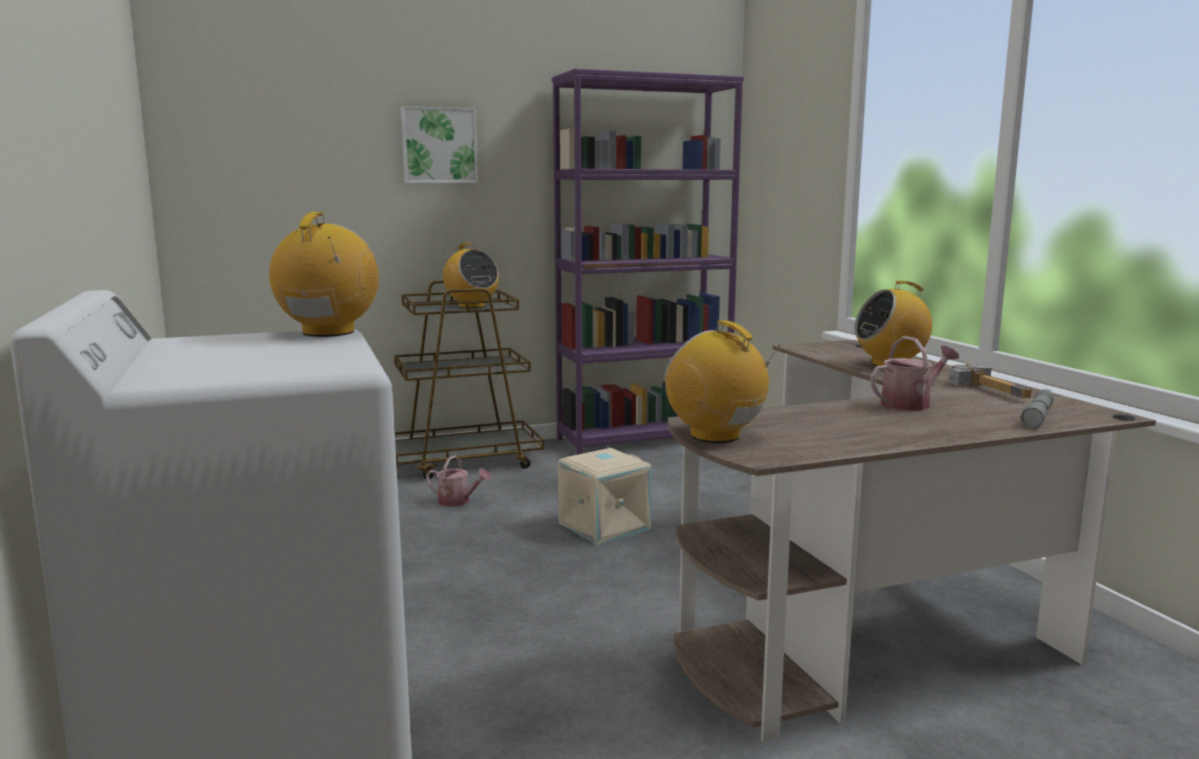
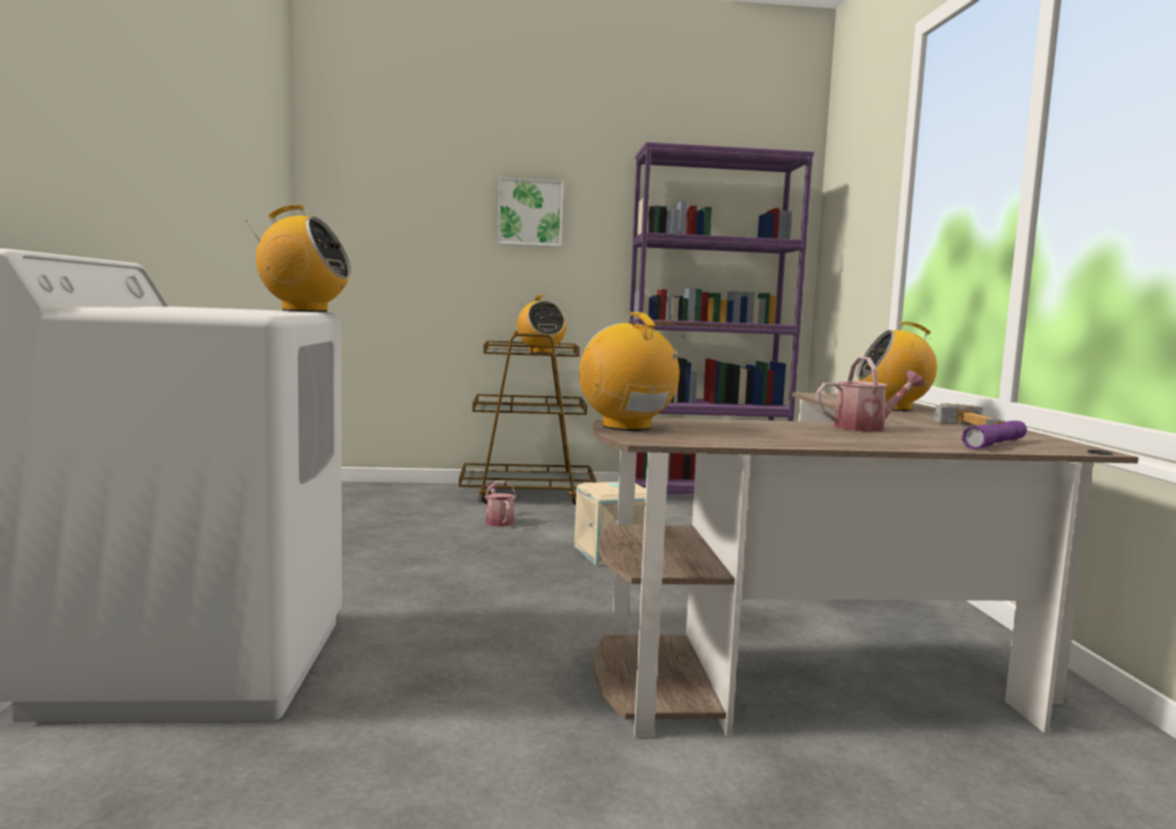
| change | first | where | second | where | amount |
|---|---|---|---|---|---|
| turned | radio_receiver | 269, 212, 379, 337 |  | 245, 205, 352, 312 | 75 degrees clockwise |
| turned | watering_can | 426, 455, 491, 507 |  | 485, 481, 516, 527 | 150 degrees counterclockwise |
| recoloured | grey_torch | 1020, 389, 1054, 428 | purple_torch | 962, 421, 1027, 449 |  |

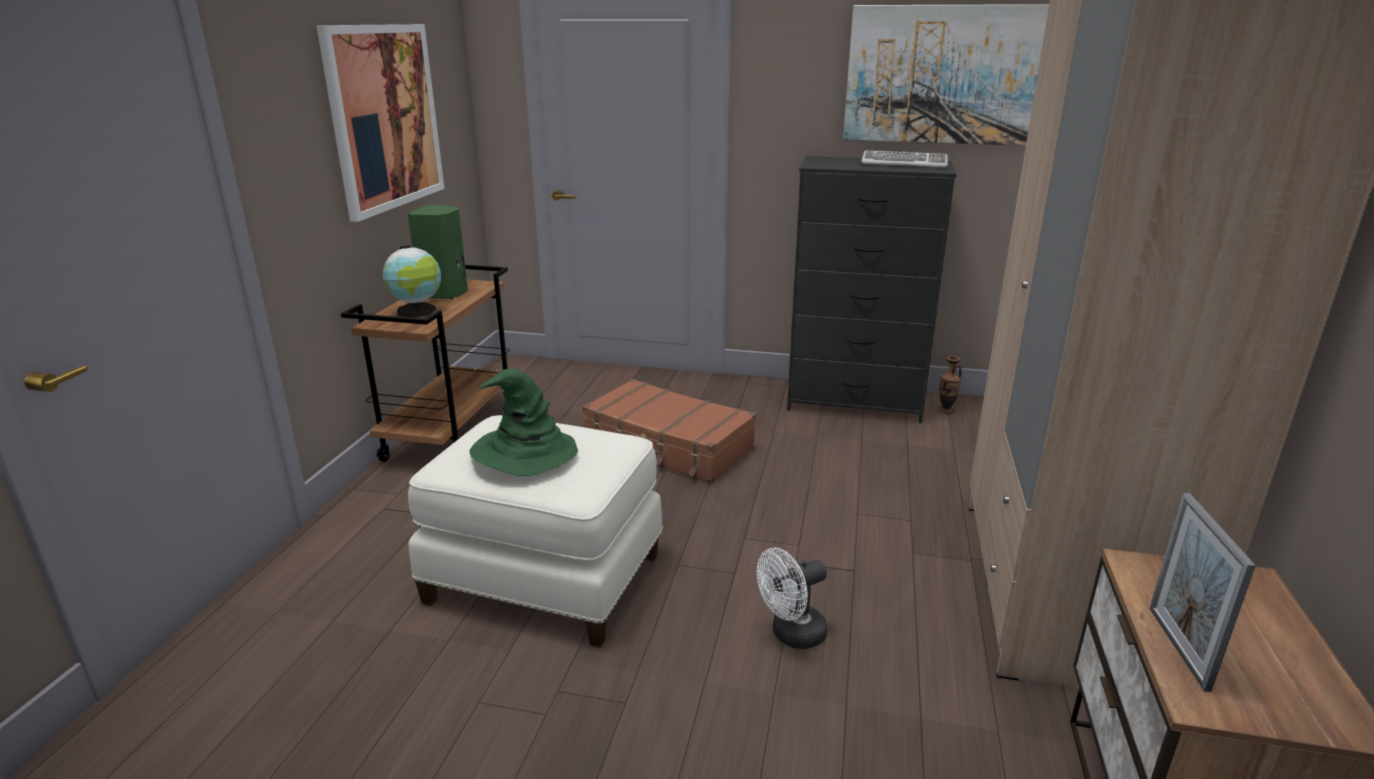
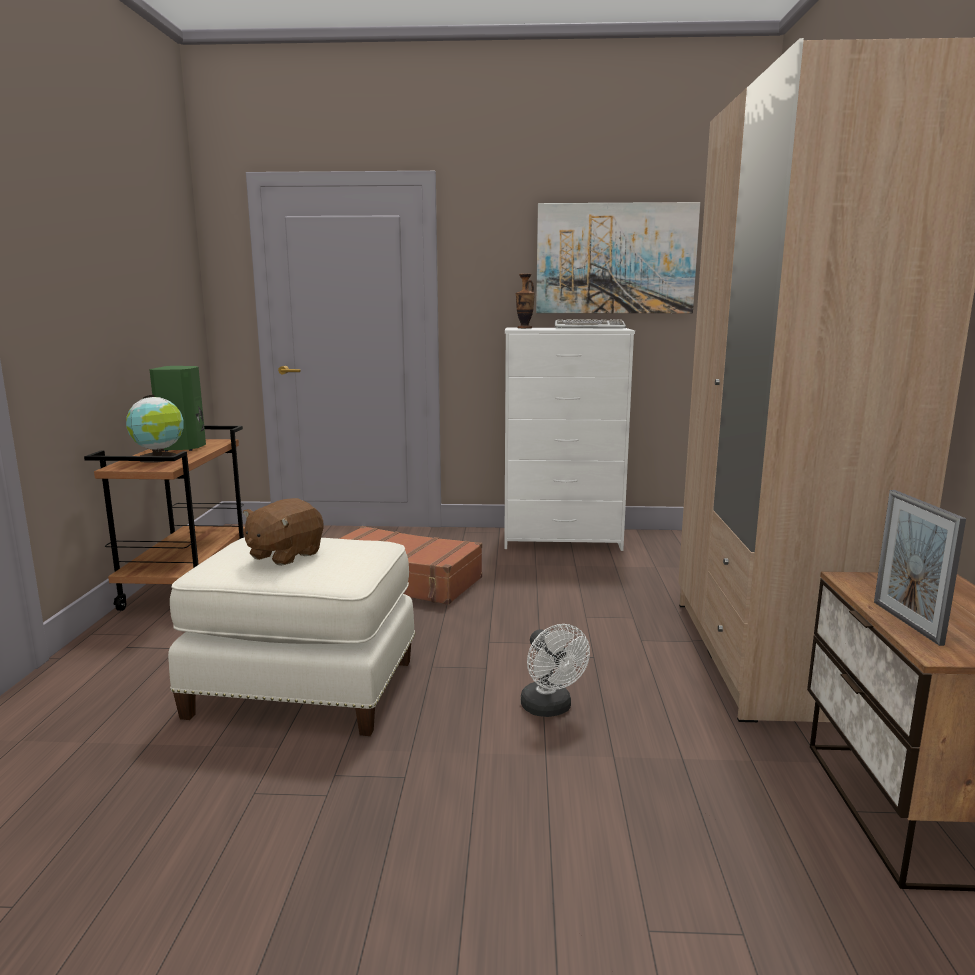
| change | first | where | second | where | amount |
|---|---|---|---|---|---|
| replaced | green_wearable_hat | 469, 369, 578, 476 | brownish_plush_toy | 243, 498, 323, 566 |  |
| recoloured | black-coloured_dresser | 787, 156, 956, 423 | white-coloured_dresser | 504, 328, 635, 551 |  |
| moved | vase | 938, 356, 962, 414 |  | 516, 274, 535, 328 |  |
| turned | white-coloured_electric_fan | 757, 548, 828, 649 |  | 521, 624, 590, 717 | 75 degrees counterclockwise |
| removed | wall_picture | 316, 24, 444, 222 |  |  |  |

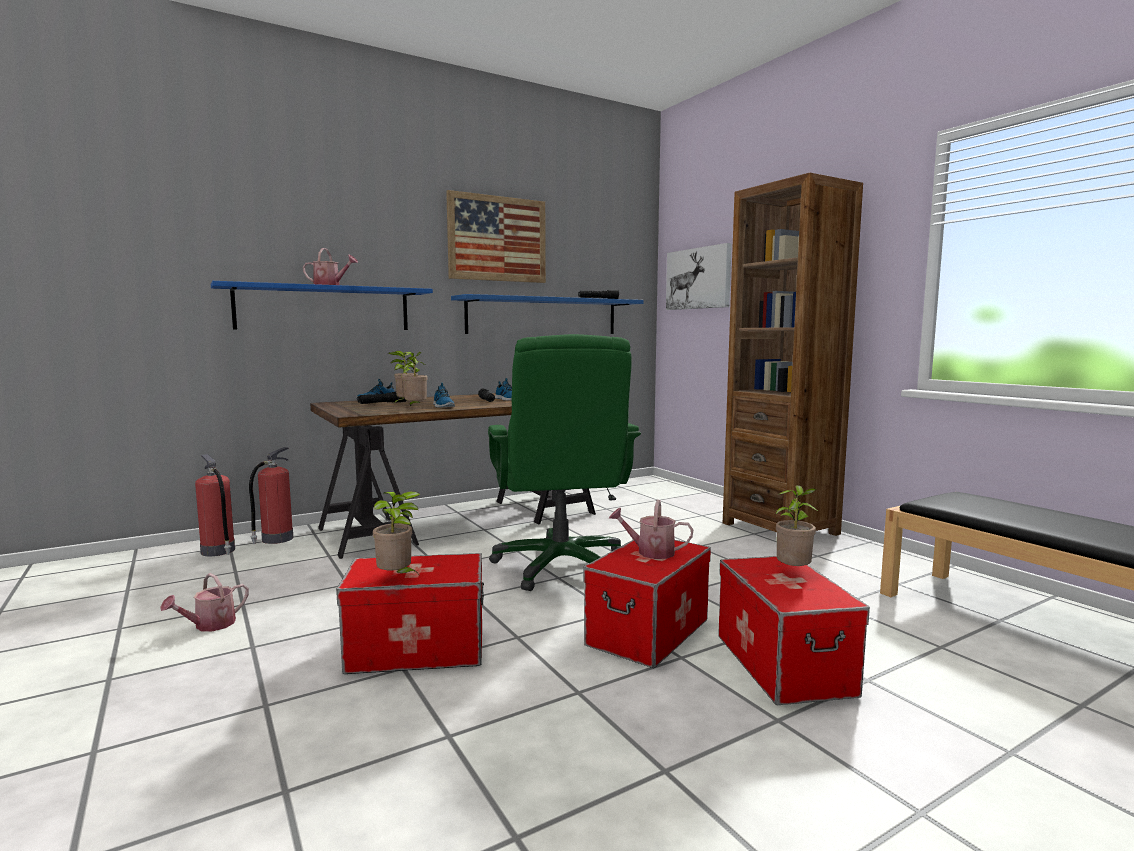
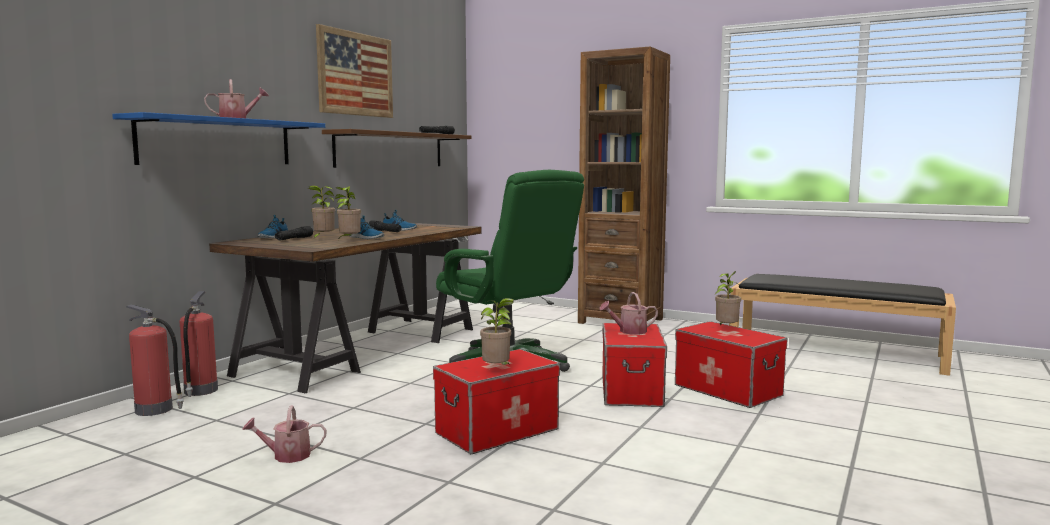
| change | first | where | second | where | amount |
|---|---|---|---|---|---|
| turned | watering_can | 160, 573, 249, 631 |  | 242, 406, 327, 463 | 75 degrees clockwise |
| recoloured | blue_wall_shelf | 451, 294, 643, 334 | brownish_wall_shelf | 322, 129, 471, 168 |  |
| removed | wall_picture | 666, 243, 732, 310 |  |  |  |

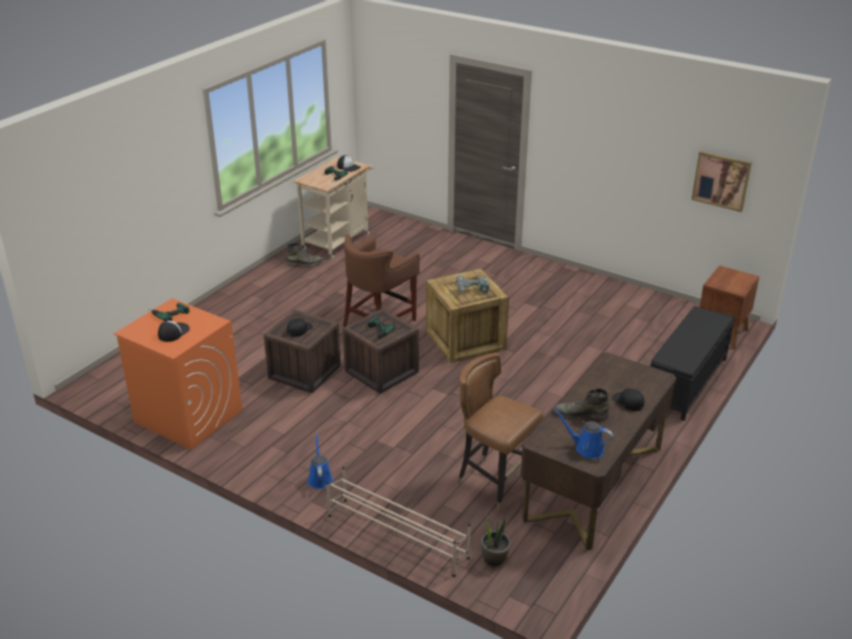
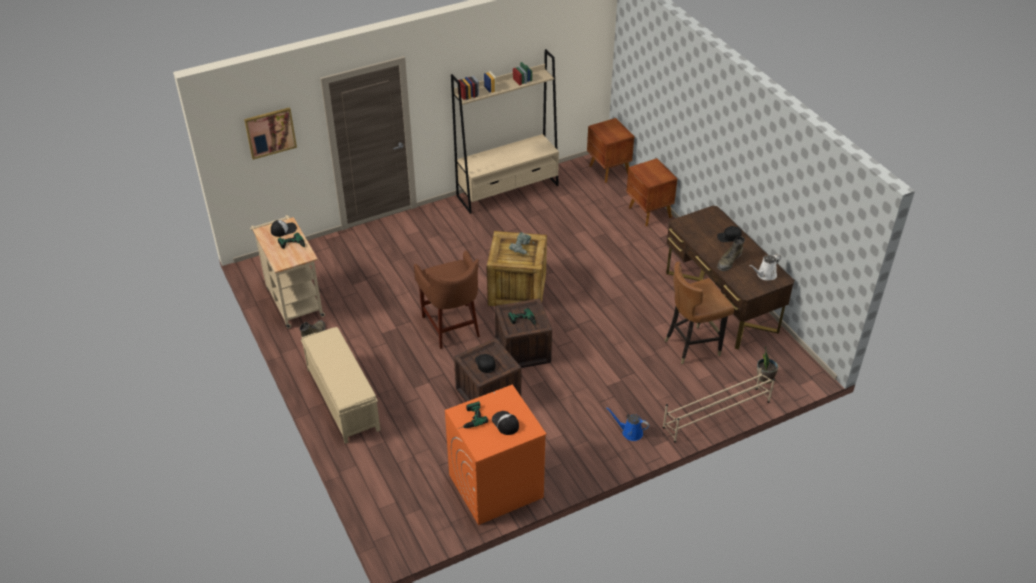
| change | first | where | second | where | amount |
|---|---|---|---|---|---|
| moved | wall_picture | 691, 151, 752, 212 |  | 244, 107, 297, 160 |  |
| added |  |  | beige_long_seat | 301, 327, 380, 444 |  |
| added |  |  | beige_bookcase | 451, 49, 559, 214 |  |
| replaced | black-coloured_long_seat | 649, 306, 735, 421 | brownish_nightstand | 627, 158, 678, 226 |  |
| recoloured | blue_watering_can | 555, 410, 613, 459 | white-coloured_watering_can | 749, 254, 781, 280 |  |

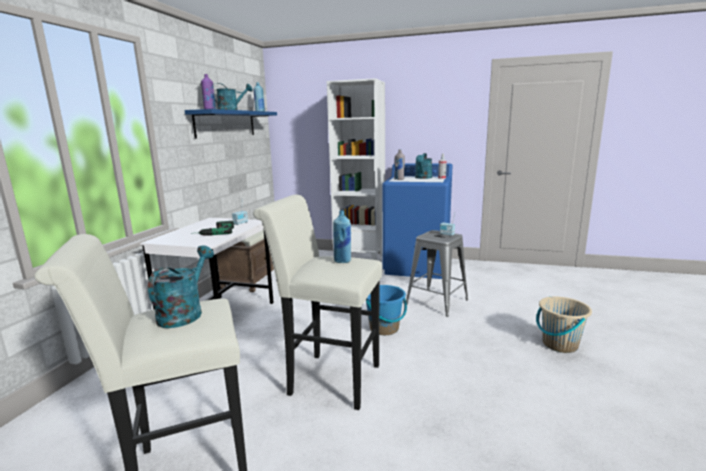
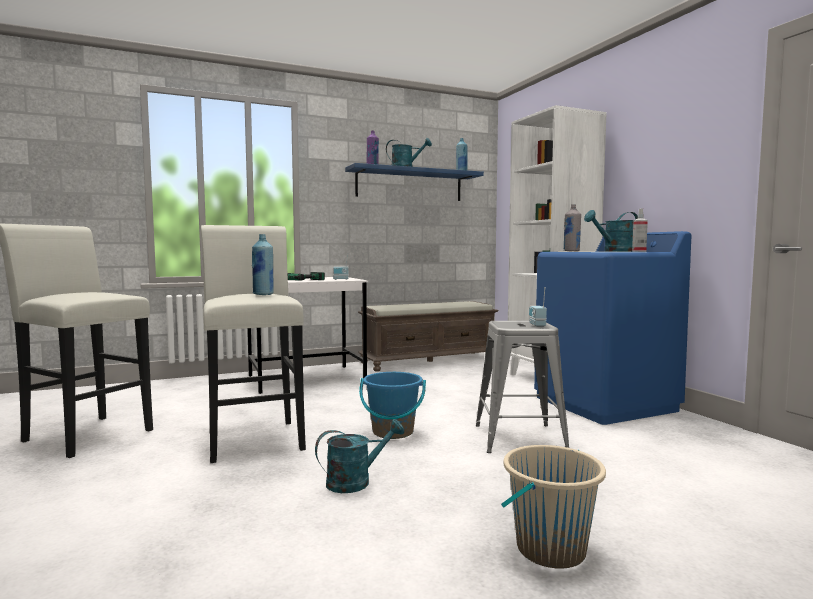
| change | first | where | second | where | amount |
|---|---|---|---|---|---|
| moved | turquoise_watering_can | 148, 245, 214, 328 |  | 315, 419, 405, 493 |  |

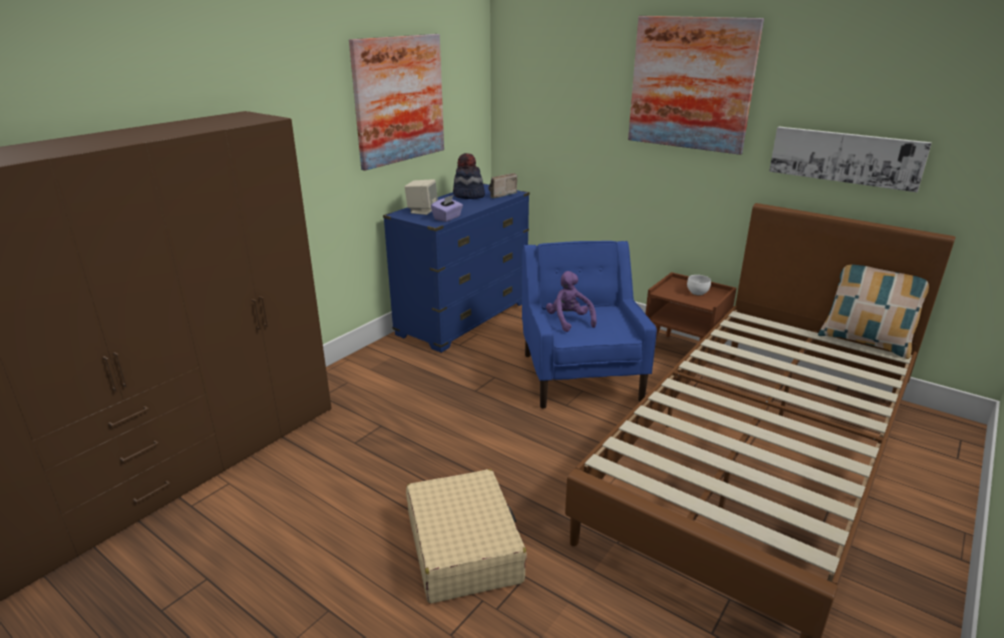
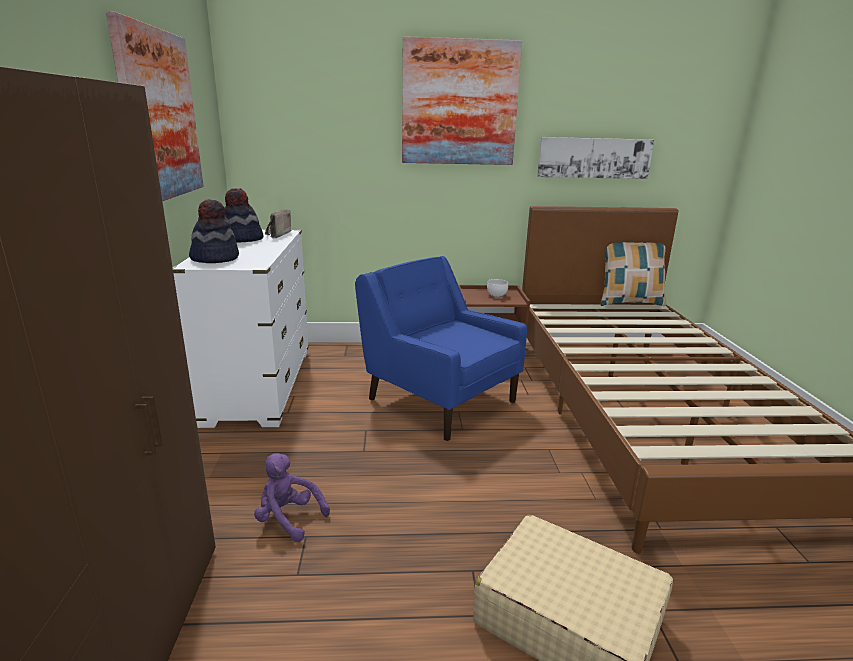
| change | first | where | second | where | amount |
|---|---|---|---|---|---|
| recoloured | blue_dresser | 383, 183, 530, 353 | white-coloured_dresser | 173, 230, 309, 428 |  |
| replaced | beige_loudspeaker | 405, 180, 438, 215 | wearable_hat | 189, 199, 239, 263 |  |
| moved | purple_plush_toy | 546, 271, 597, 332 |  | 254, 453, 330, 542 |  |
| removed | purple_tissue_holder | 431, 195, 463, 222 |  |  |  |

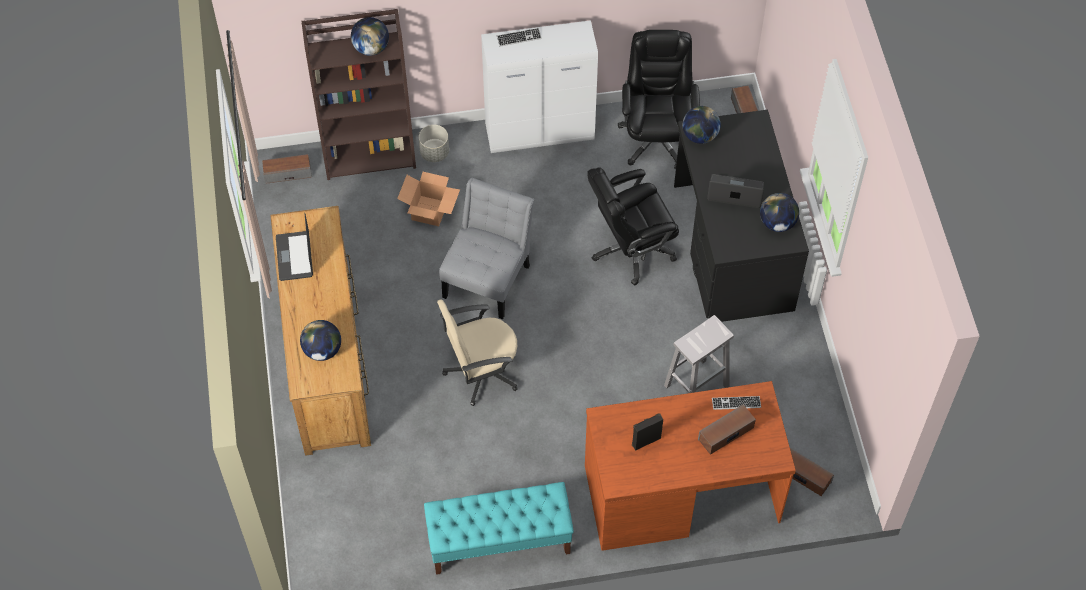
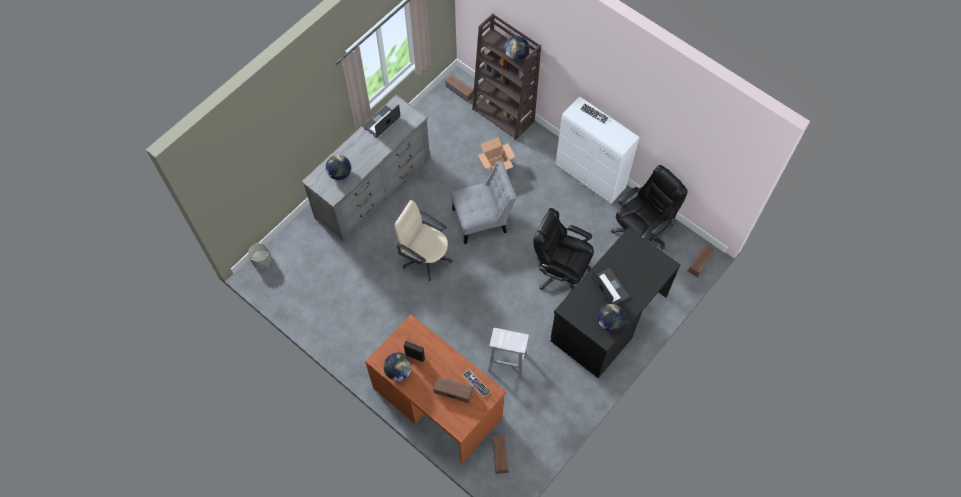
| change | first | where | second | where | amount |
|---|---|---|---|---|---|
| moved | grey_flower_pot | 419, 125, 449, 162 |  | 248, 243, 272, 268 |  |
| recoloured | brownish_dresser | 270, 206, 371, 456 | grey_dresser | 302, 95, 430, 242 |  |
| moved | desk_globe | 683, 106, 721, 144 |  | 384, 353, 412, 381 |  |
| removed | turquoise_long_seat | 424, 482, 574, 575 |  |  |  |

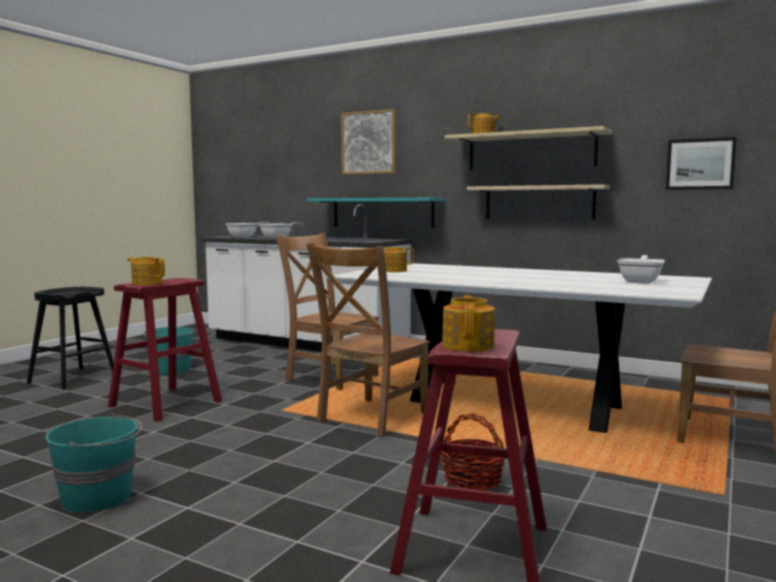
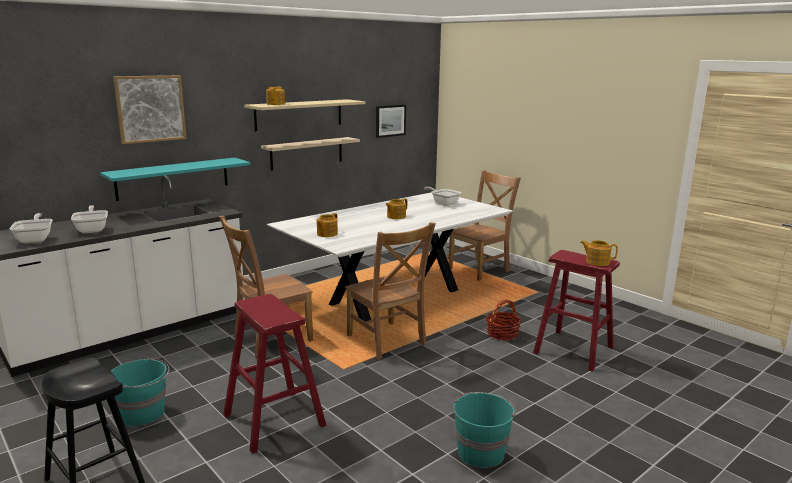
| change | first | where | second | where | amount |
|---|---|---|---|---|---|
| moved | teapot | 128, 257, 165, 285 |  | 385, 198, 407, 219 |  |

